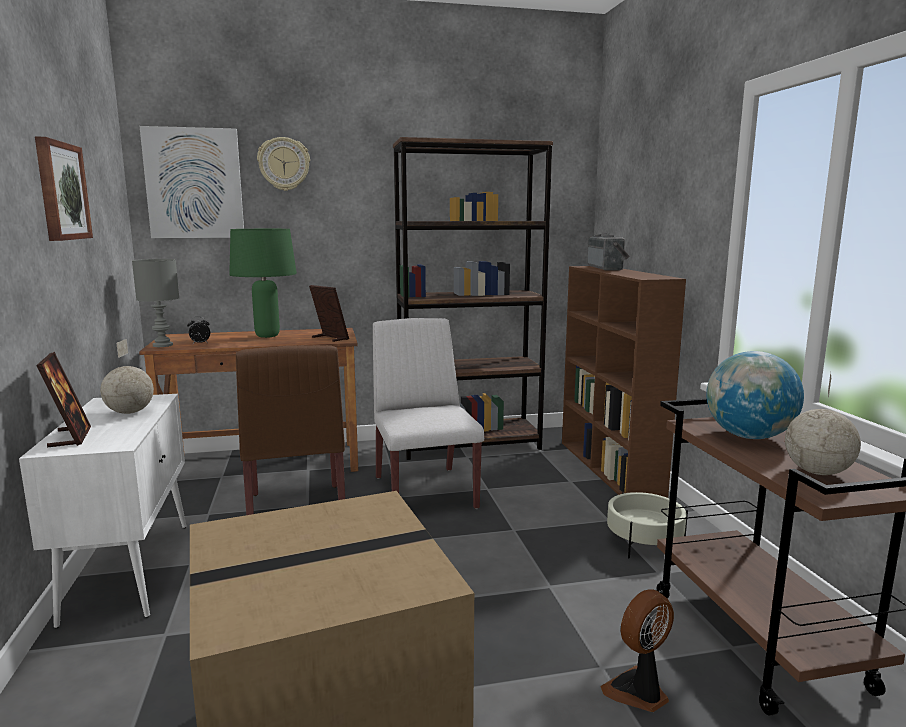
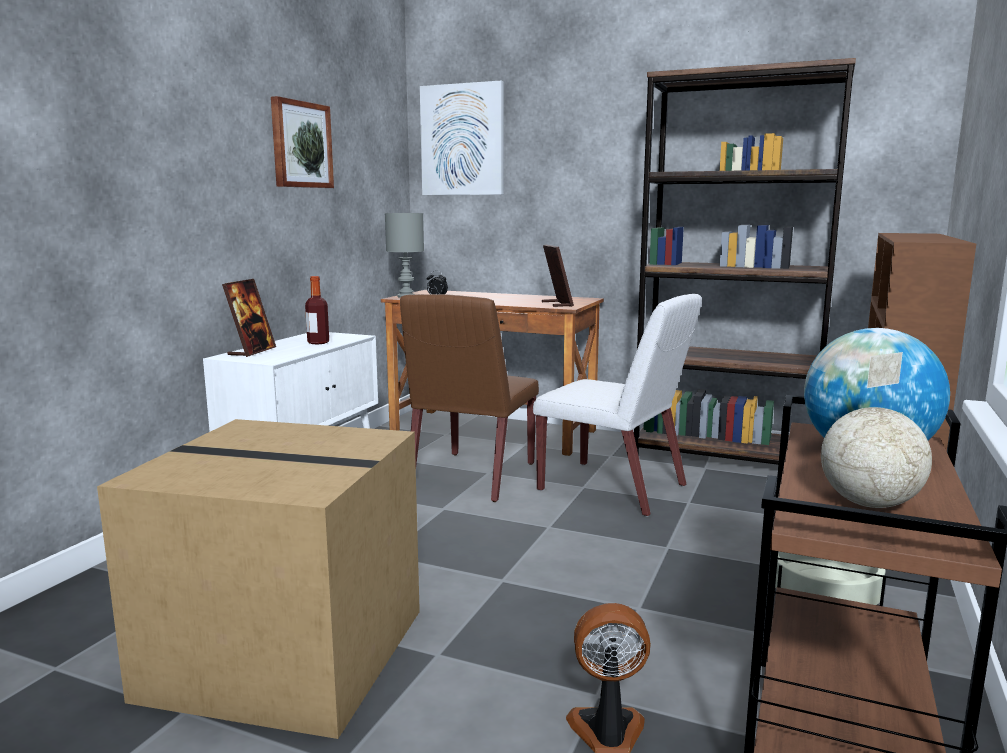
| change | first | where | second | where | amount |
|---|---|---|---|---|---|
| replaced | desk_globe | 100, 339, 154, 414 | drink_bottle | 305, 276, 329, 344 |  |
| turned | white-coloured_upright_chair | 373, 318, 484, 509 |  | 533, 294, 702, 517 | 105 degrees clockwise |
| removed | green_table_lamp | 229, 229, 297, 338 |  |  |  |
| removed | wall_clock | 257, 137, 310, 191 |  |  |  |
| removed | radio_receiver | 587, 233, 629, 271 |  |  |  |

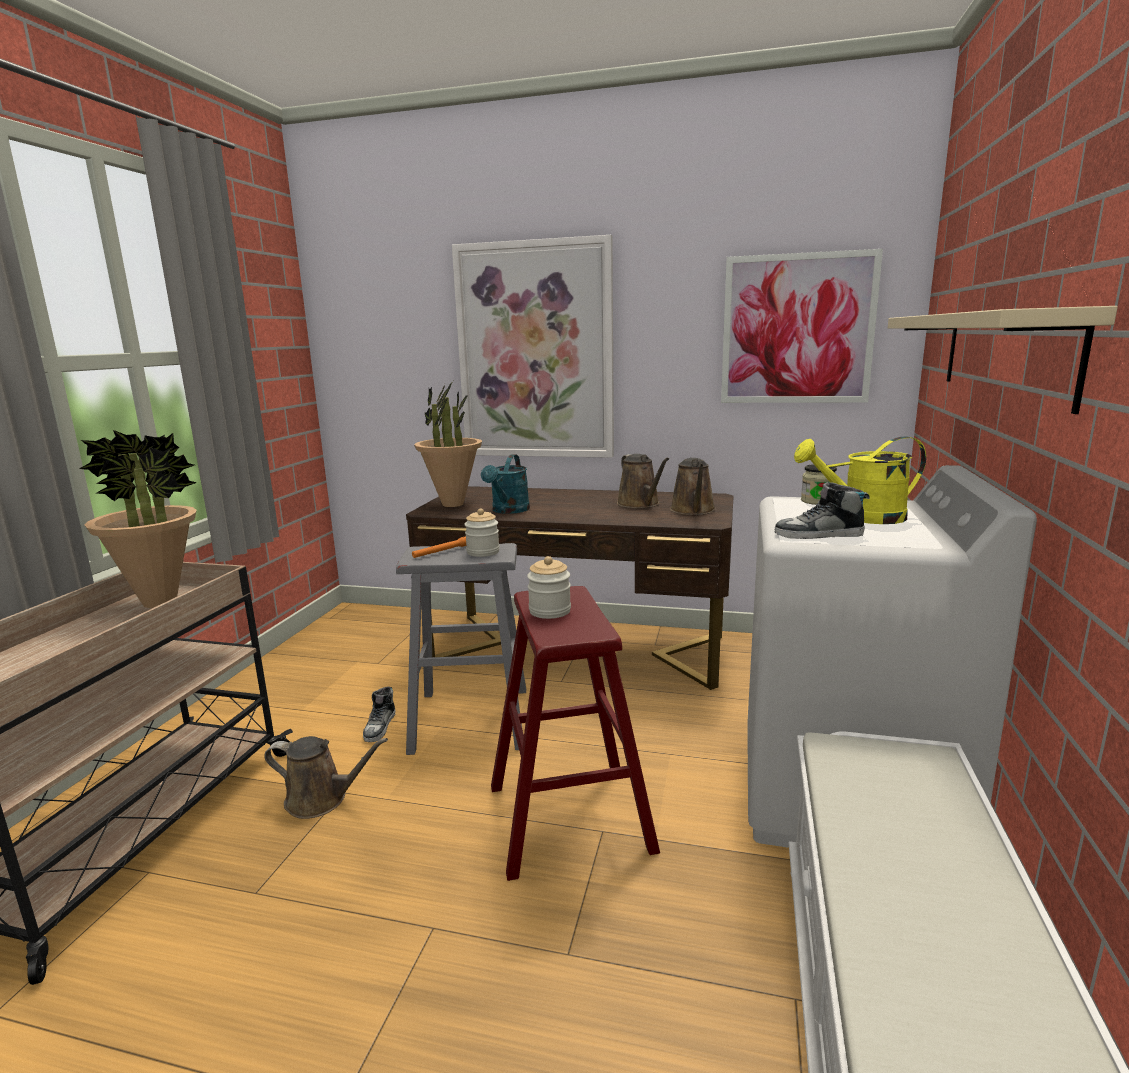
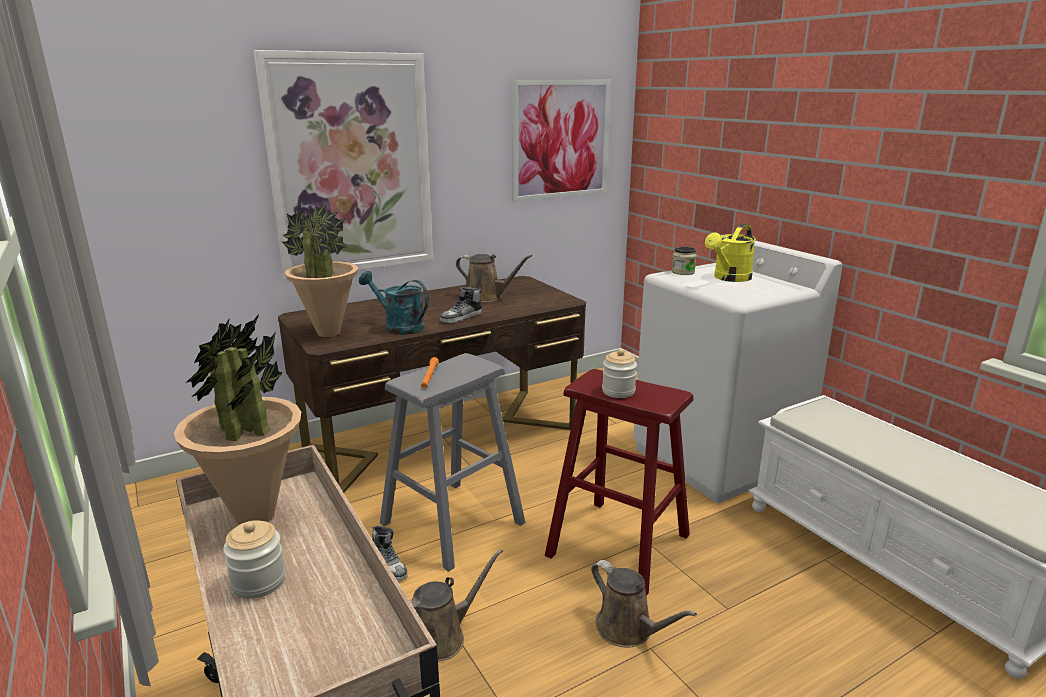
| change | first | where | second | where | amount |
|---|---|---|---|---|---|
| moved | storage_jar | 465, 508, 500, 557 |  | 223, 520, 285, 599 |  |
| turned | turquoise_watering_can | 481, 455, 530, 514 |  | 359, 271, 429, 335 | 150 degrees clockwise |
| moved | low_shoe | 775, 482, 870, 539 |  | 440, 287, 483, 323 |  |
| moved | brownish_watering_can | 670, 458, 716, 515 |  | 591, 560, 697, 647 |  |
| removed | beige_wall_shelf | 888, 306, 1118, 414 |  |  |  |

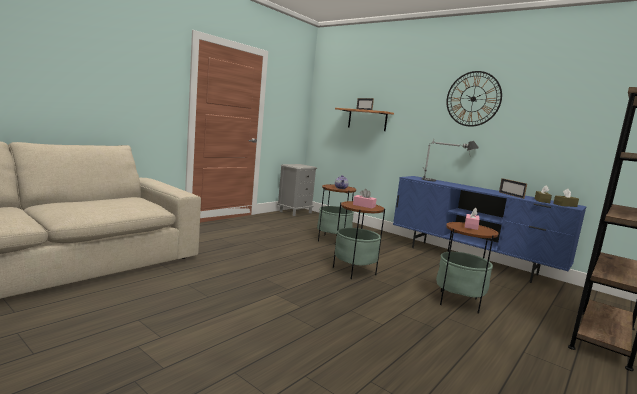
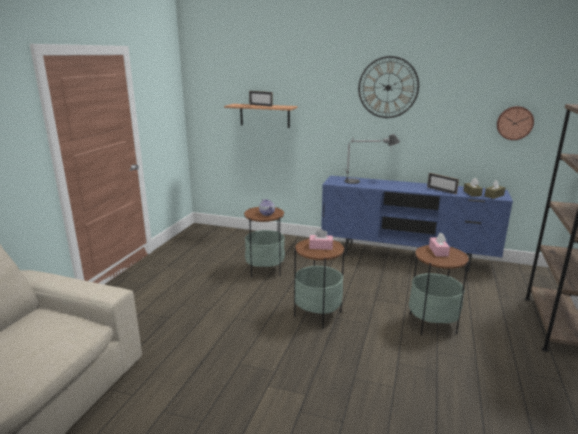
| change | first | where | second | where | amount |
|---|---|---|---|---|---|
| added |  |  | wall_clock | 497, 106, 534, 140 |  |
| removed | grey_nightstand | 277, 164, 317, 216 |  |  |  |

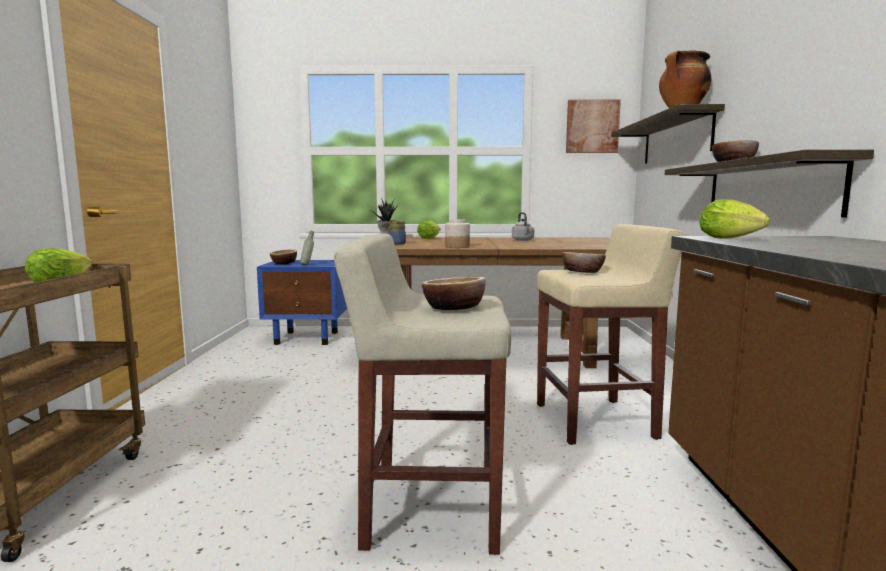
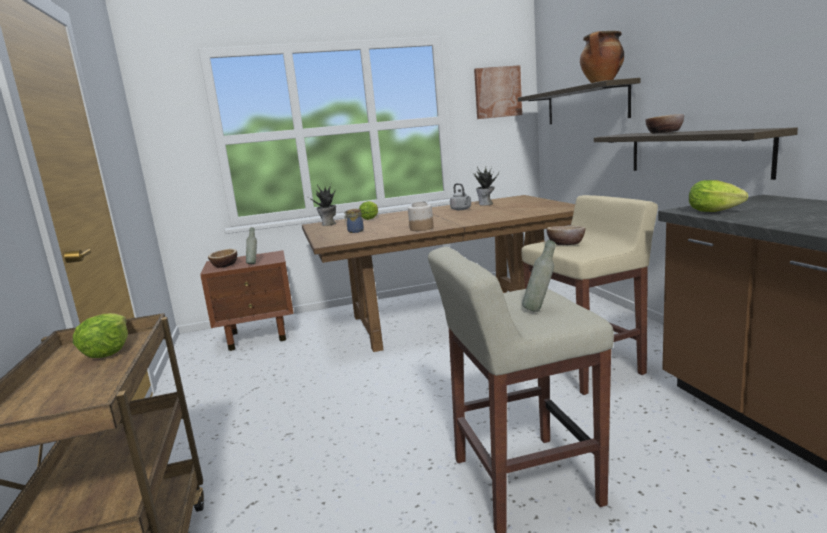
| change | first | where | second | where | amount |
|---|---|---|---|---|---|
| recoloured | blue_nightstand | 257, 260, 347, 345 | brownish_nightstand | 200, 250, 294, 351 |  |
| added |  |  | houseplant | 473, 167, 499, 206 |  |
| replaced | deep_dish | 422, 277, 486, 310 | grey_drink_bottle | 522, 240, 556, 312 |  |

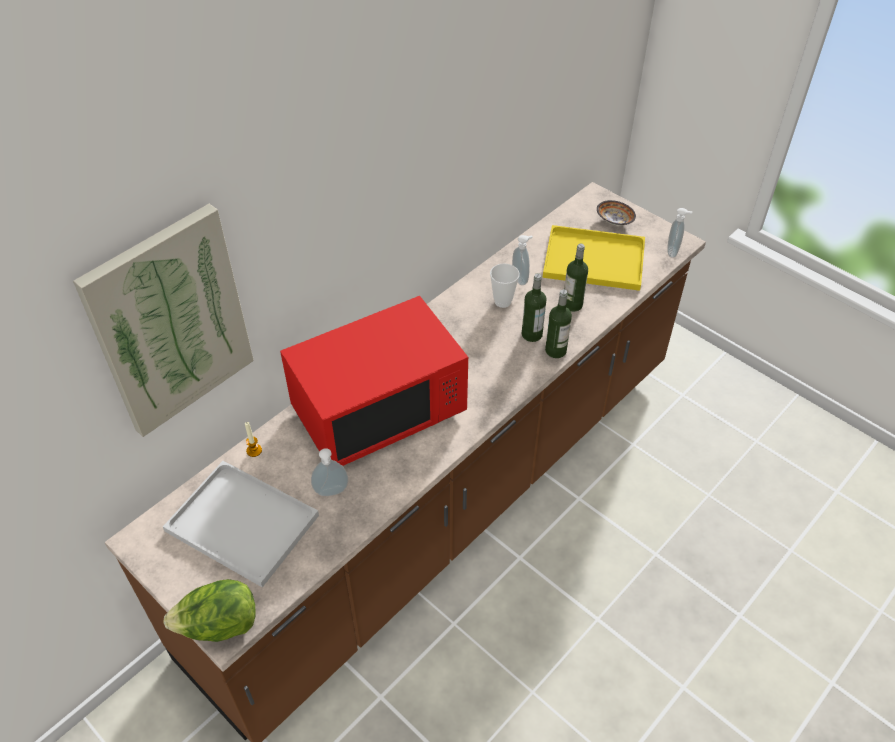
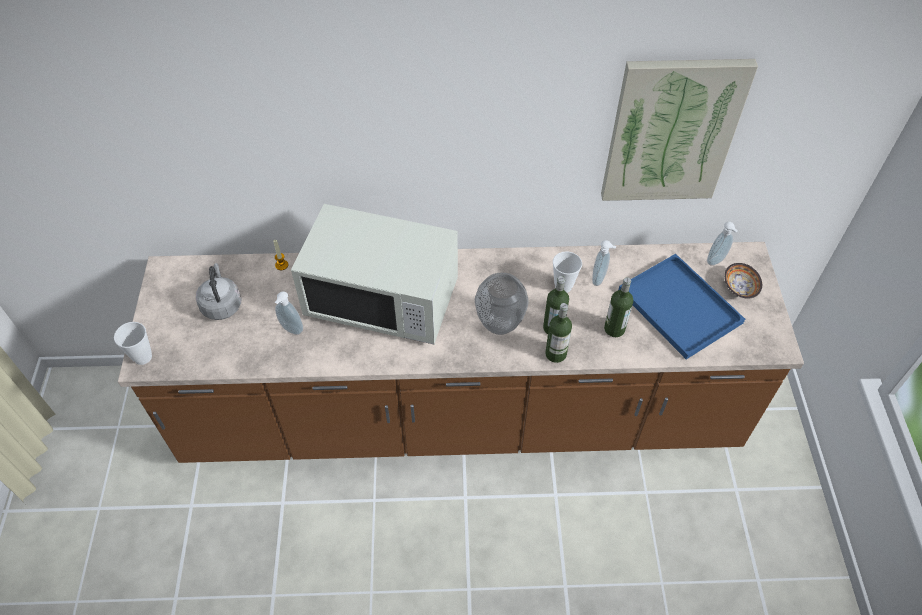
| change | first | where | second | where | amount |
|---|---|---|---|---|---|
| replaced | lettuce_head | 163, 579, 256, 642 | cup | 114, 322, 152, 365 |  |
| replaced | white-coloured_carrying_tray | 163, 461, 319, 588 | grey_tea_kettle | 196, 263, 241, 320 |  |
| recoloured | red-coloured_kitchen_microwave | 280, 296, 468, 466 | white-coloured_kitchen_microwave | 291, 204, 458, 345 |  |
| added |  |  | vase | 475, 273, 529, 335 |  |
| moved | wall_picture | 73, 204, 254, 437 |  | 601, 59, 758, 201 |  |
| recoloured | yellow_carrying_tray | 542, 225, 645, 291 | blue_carrying_tray | 618, 254, 745, 359 |  |
| moved | soap_bottle | 667, 208, 692, 258 |  | 707, 222, 737, 266 |  |

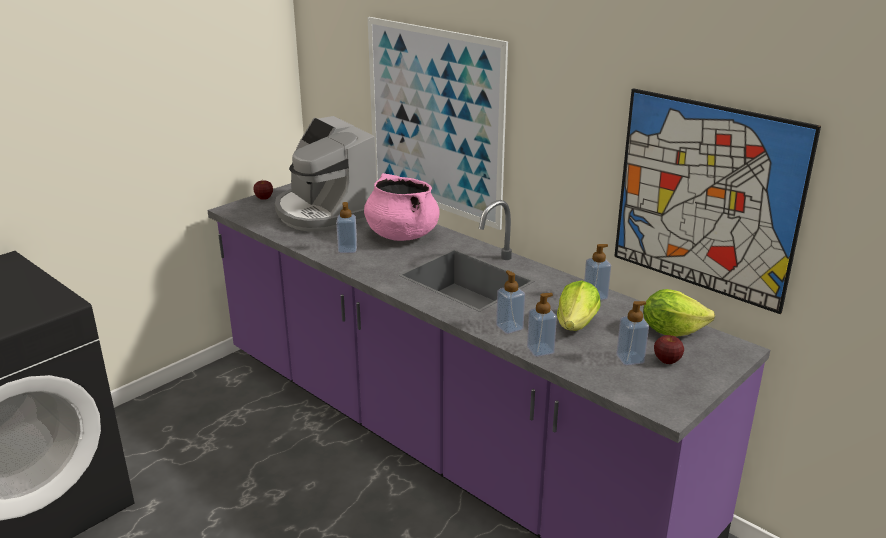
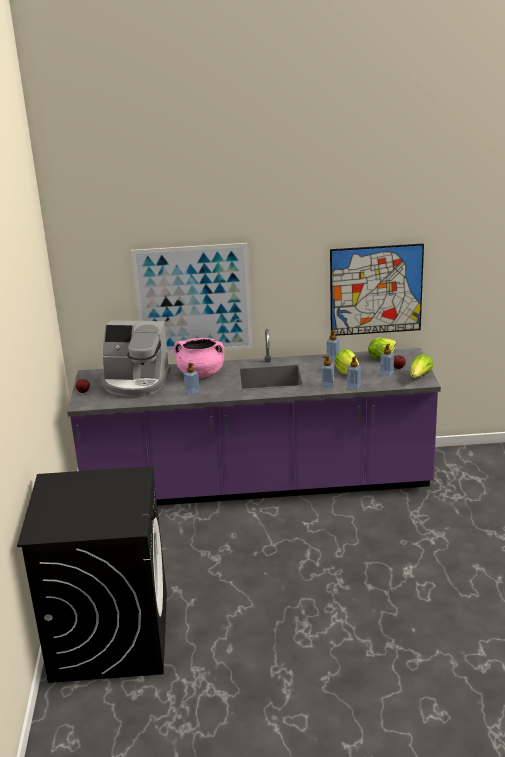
| change | first | where | second | where | amount |
|---|---|---|---|---|---|
| added |  |  | lettuce_head | 410, 354, 433, 378 |  |

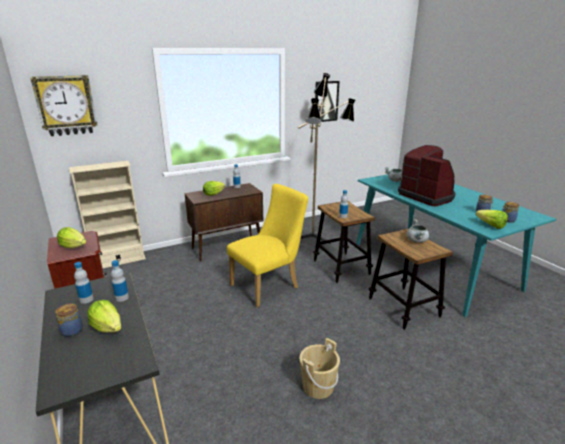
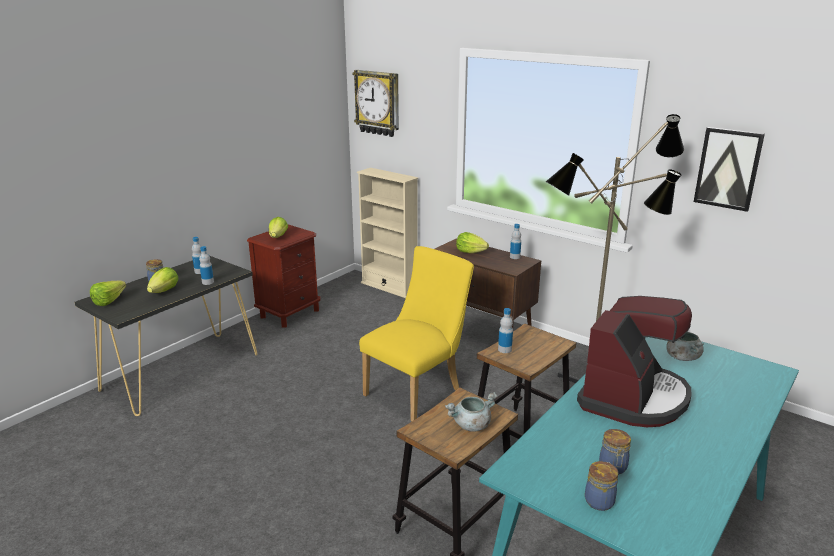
| change | first | where | second | where | amount |
|---|---|---|---|---|---|
| moved | lettuce_head | 476, 210, 508, 229 |  | 90, 281, 126, 306 |  |
| turned | yellow_upright_chair | 227, 184, 308, 308 |  | 359, 246, 474, 421 | 75 degrees counterclockwise |
| removed | beige_pail | 299, 338, 340, 399 |  |  |  |

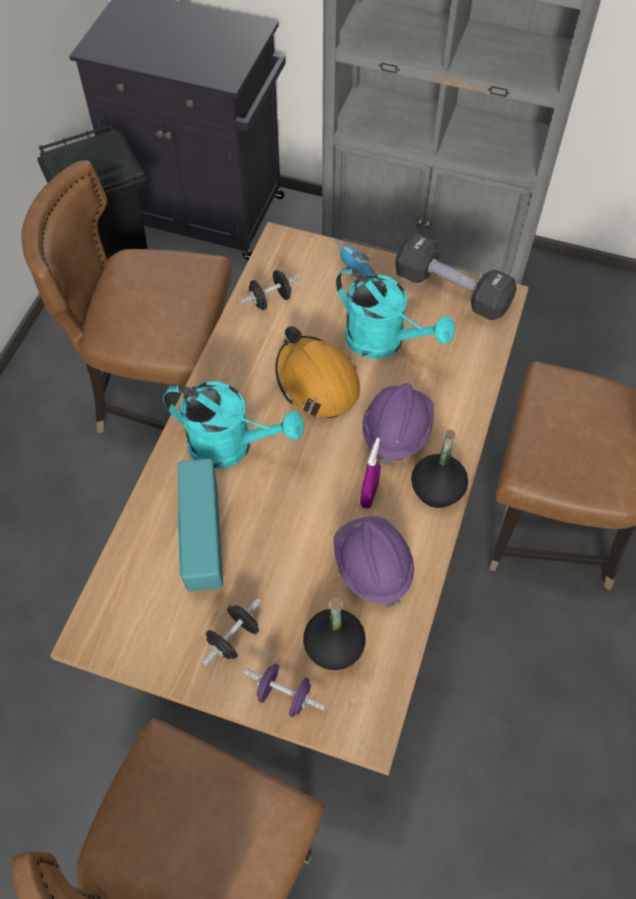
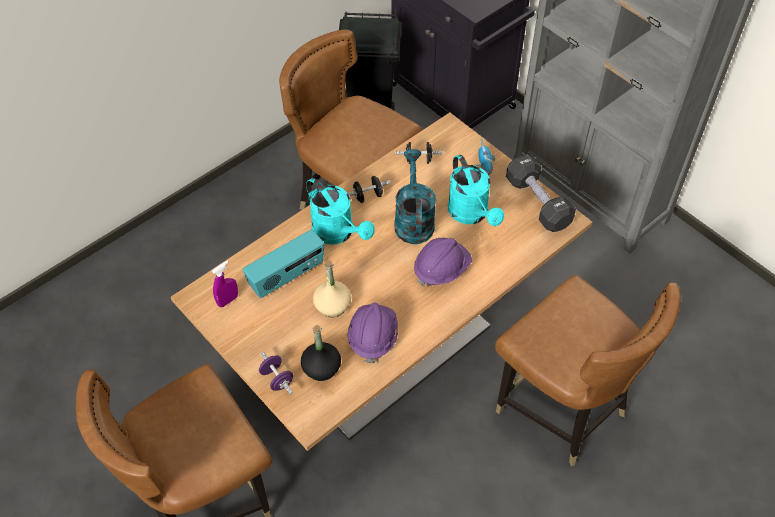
| change | first | where | second | where | amount |
|---|---|---|---|---|---|
| moved | purple_spray_bottle | 360, 438, 381, 509 |  | 212, 261, 238, 307 |  |
| turned | radio_receiver | 177, 459, 223, 591 |  | 243, 229, 324, 298 | 150 degrees counterclockwise |
| added |  |  | beige_drink_bottle | 313, 260, 351, 317 |  |
| moved | black-coloured_free_weight | 202, 598, 261, 667 |  | 348, 176, 391, 203 |  |
| replaced | orangey_hard_hat | 275, 326, 361, 418 | turquoise_watering_can | 394, 149, 436, 244 |  |
| removed | black-coloured_drink_bottle | 411, 429, 468, 508 |  |  |  |

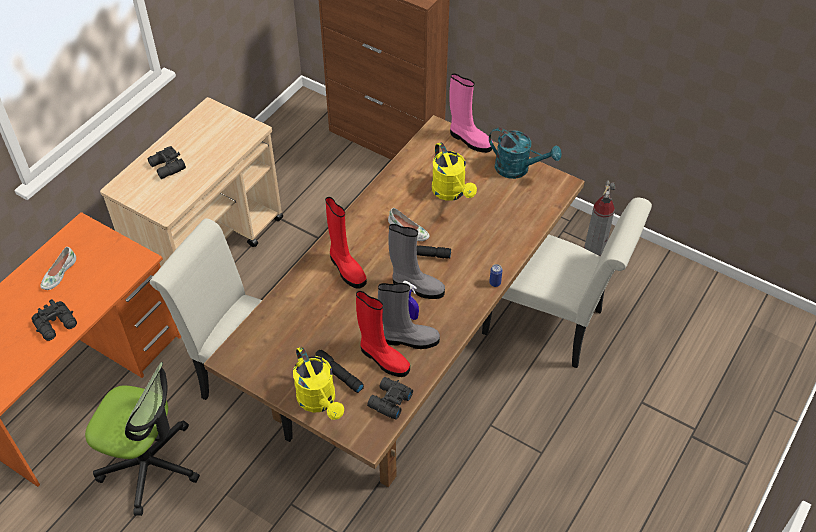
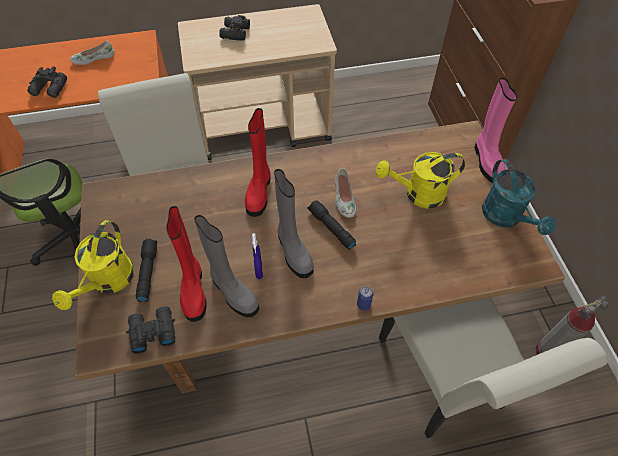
| change | first | where | second | where | amount |
|---|---|---|---|---|---|
| turned | yellow_watering_can | 432, 142, 477, 201 |  | 376, 152, 465, 209 | 60 degrees clockwise |

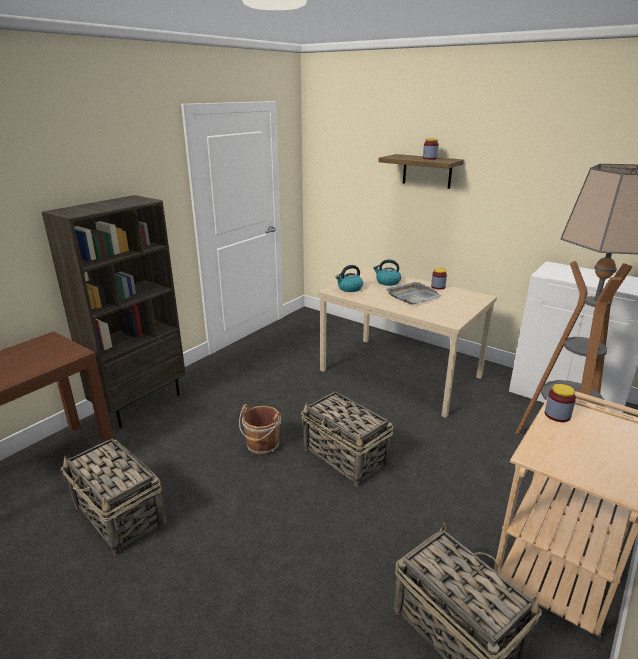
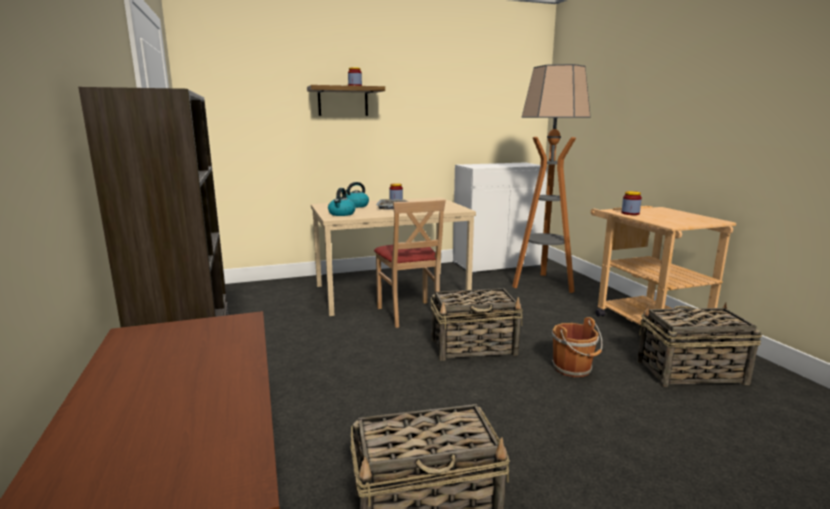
| change | first | where | second | where | amount |
|---|---|---|---|---|---|
| added |  |  | beige_upright_chair | 374, 199, 446, 328 |  |
| moved | brownish_pail | 239, 404, 281, 455 |  | 552, 317, 602, 377 |  |

